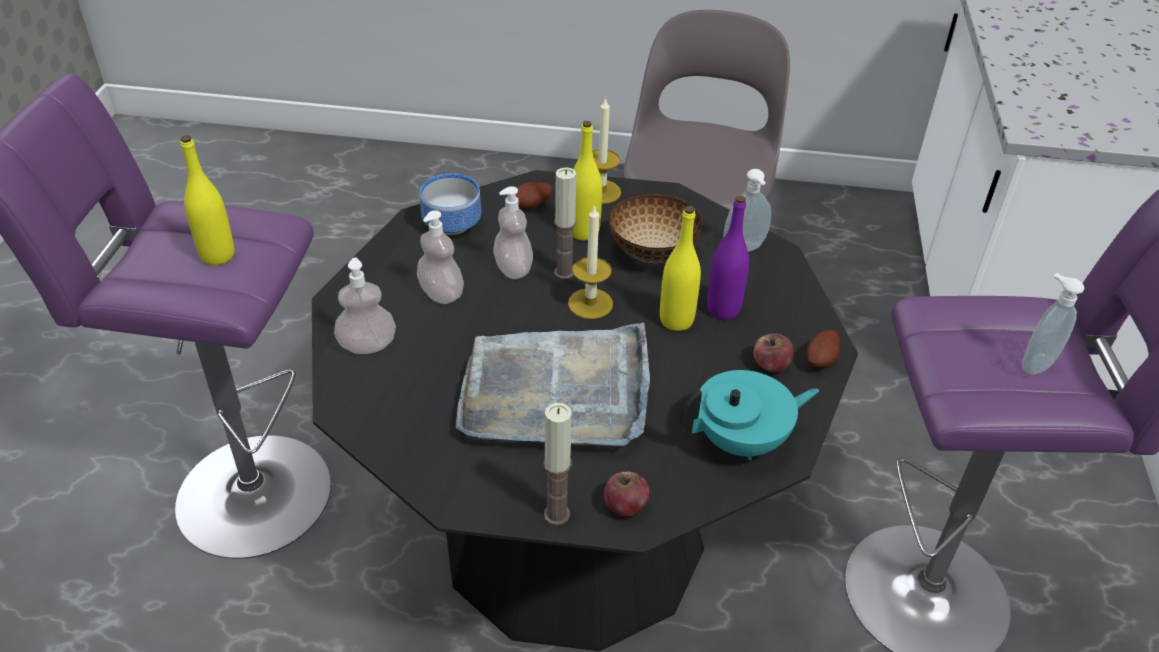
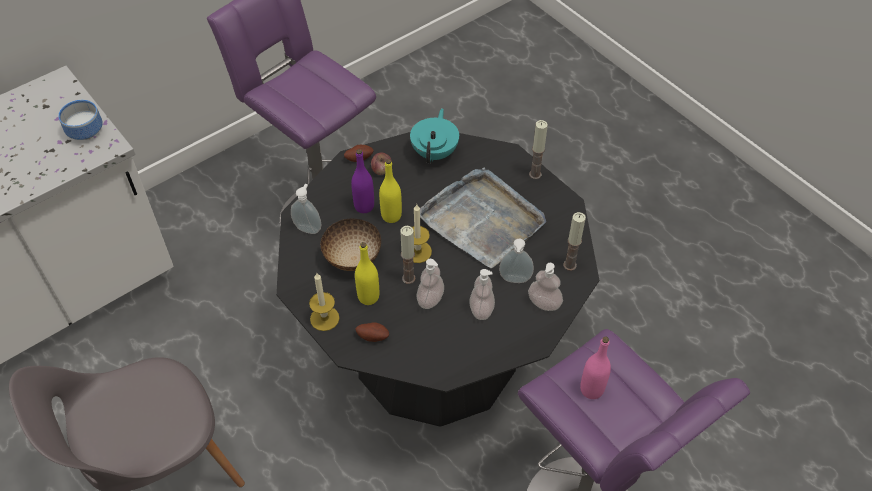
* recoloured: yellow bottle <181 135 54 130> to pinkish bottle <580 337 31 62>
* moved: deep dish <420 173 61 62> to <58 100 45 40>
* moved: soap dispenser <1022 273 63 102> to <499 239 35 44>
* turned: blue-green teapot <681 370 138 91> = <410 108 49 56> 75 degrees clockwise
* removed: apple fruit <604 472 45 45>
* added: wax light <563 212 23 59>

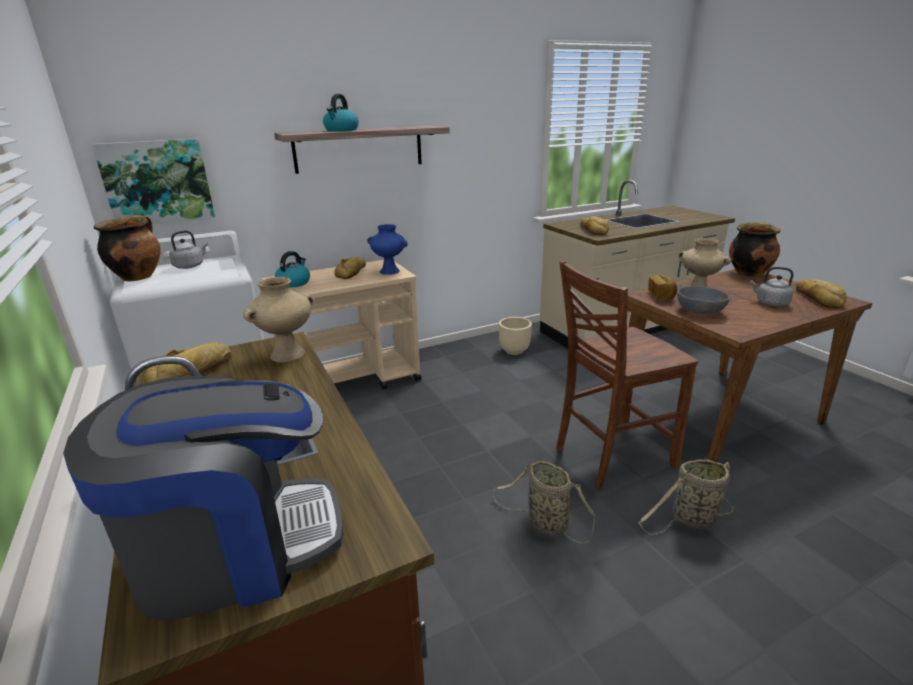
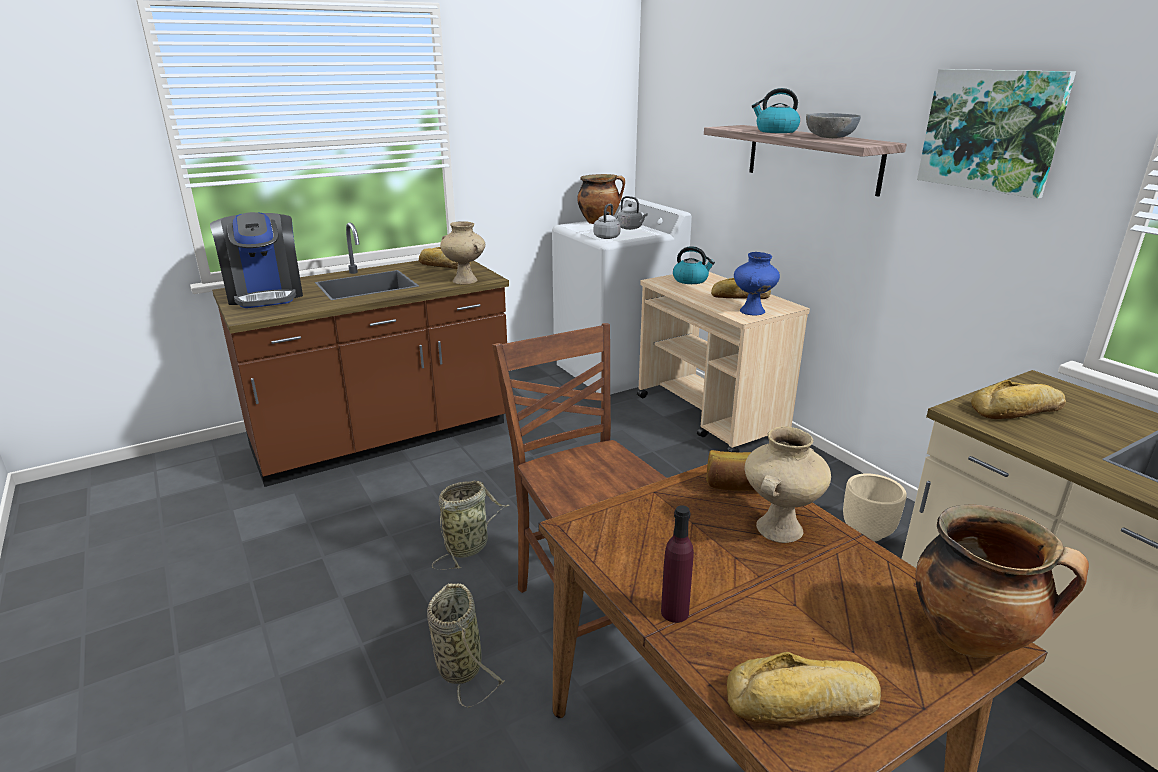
* moved: picture <92 139 123 85> to <917 69 159 130>
* moved: greyish kettle <750 267 44 39> to <594 204 27 35>
* moved: greyish deep dish <677 286 53 28> to <806 113 55 25>
* added: purple bottle <661 505 33 118>

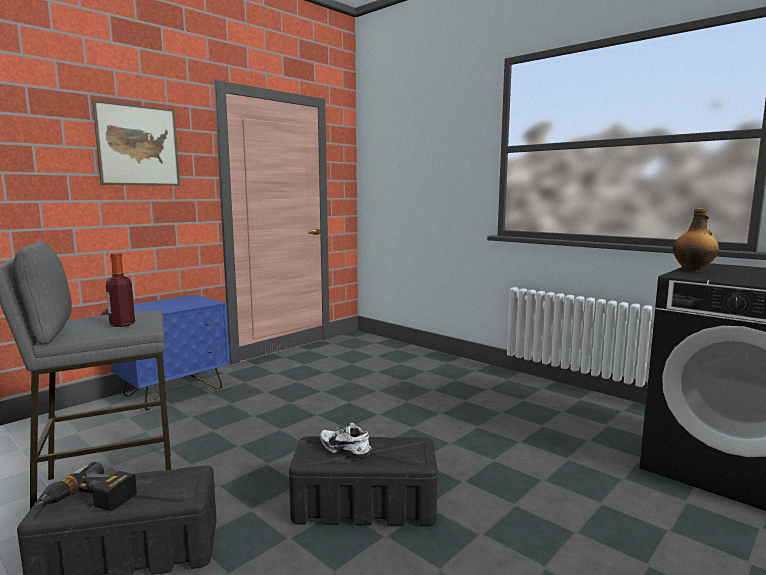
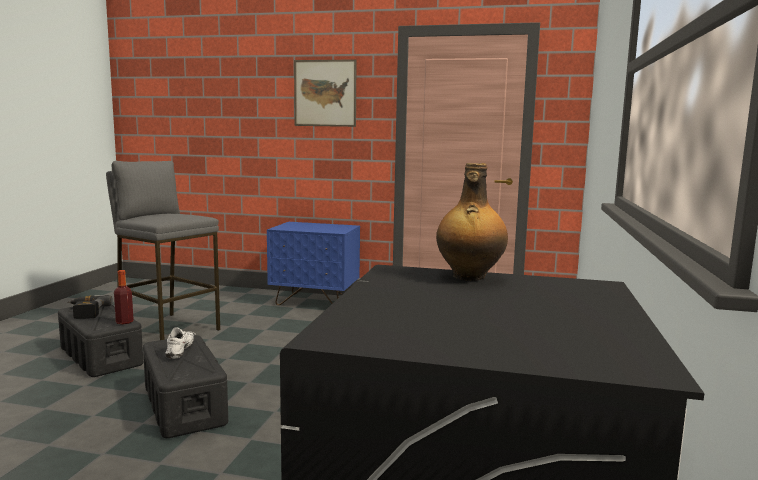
* moved: bottle <106 253 29 74> to <114 270 20 54>

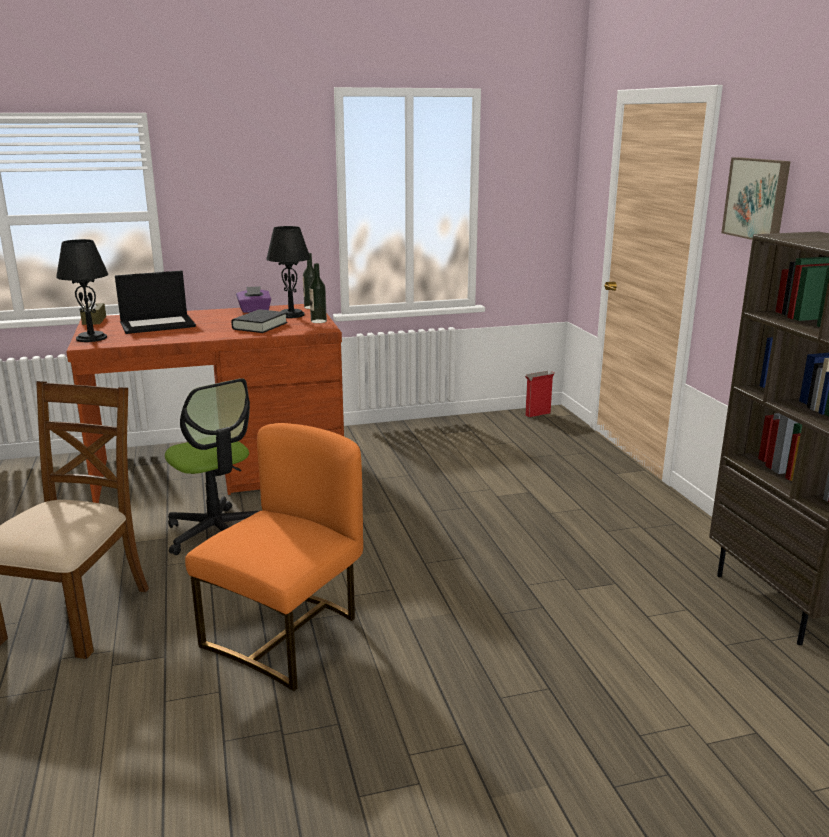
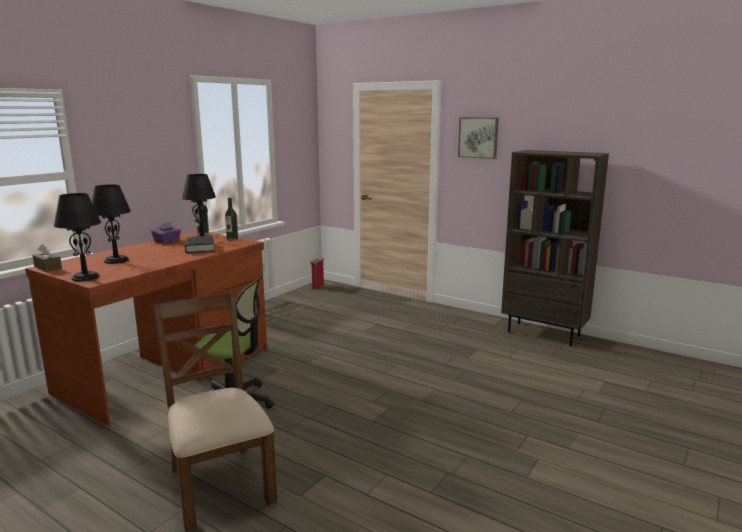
* replaced: laptop <115 270 81 64> to black table lamp <92 184 39 80>
* removed: orange chair <185 423 178 268>

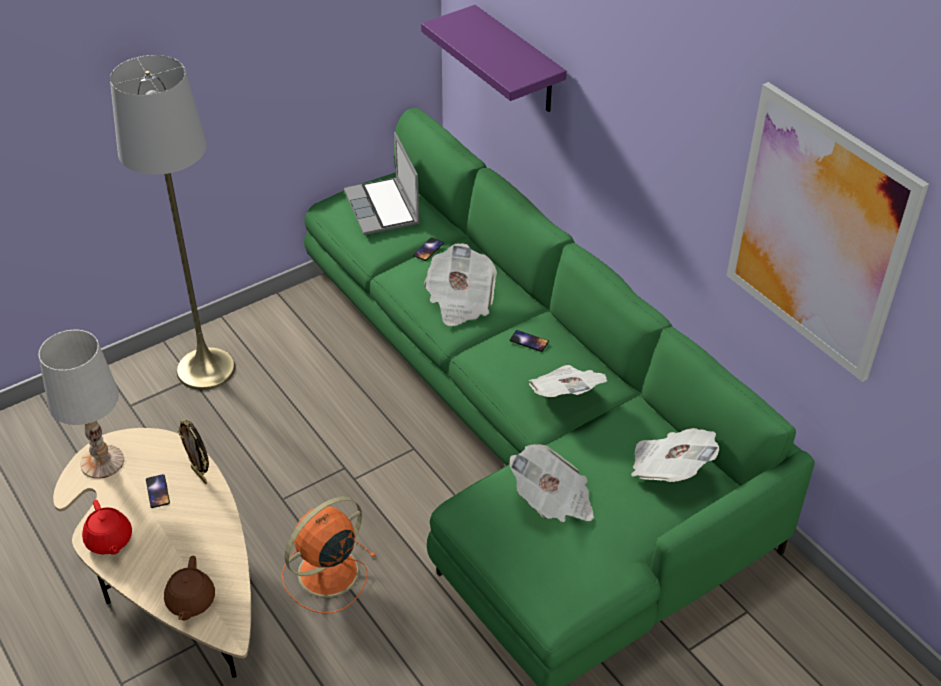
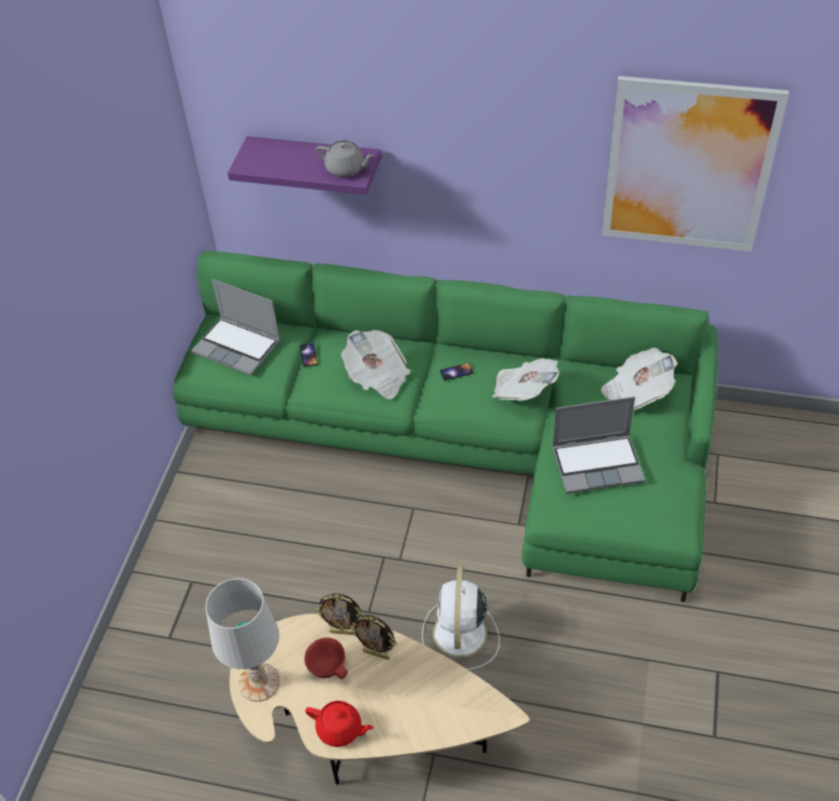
* removed: greyish standing lamp <110 55 125 335>
* replaced: daily paper <509 444 85 78> to laptop <552 397 93 97>
* replaced: phone <146 474 24 34> to red deep dish <304 638 44 41>
* recoloured: orange fan <281 496 95 117> to white fan <422 565 78 105>
* removed: brown-coloured teapot <164 556 51 64>
* added: greyish teapot <316 140 59 37>
* added: photo frame <350 615 47 45>

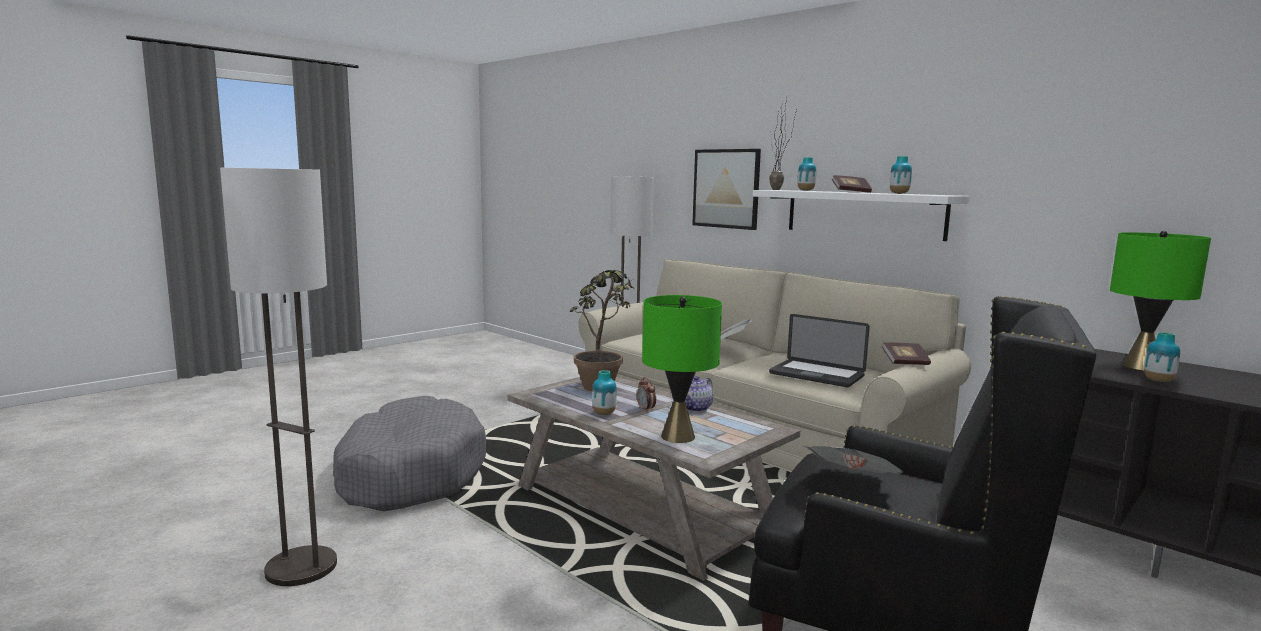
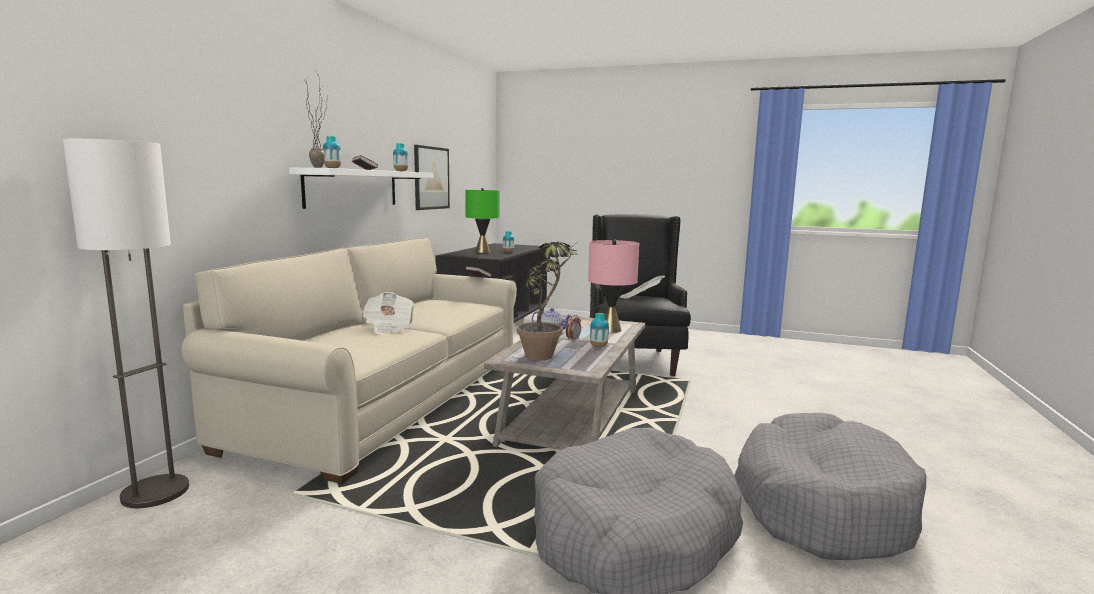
* moved: picture <692 149 69 81> to <414 145 36 65>
* replaced: standing lamp <220 168 117 418> to greyish dog bed <734 413 192 147>
* recoloured: green table lamp <642 295 80 148> to pinkish table lamp <588 239 51 94>
* removed: laptop <769 314 101 73>

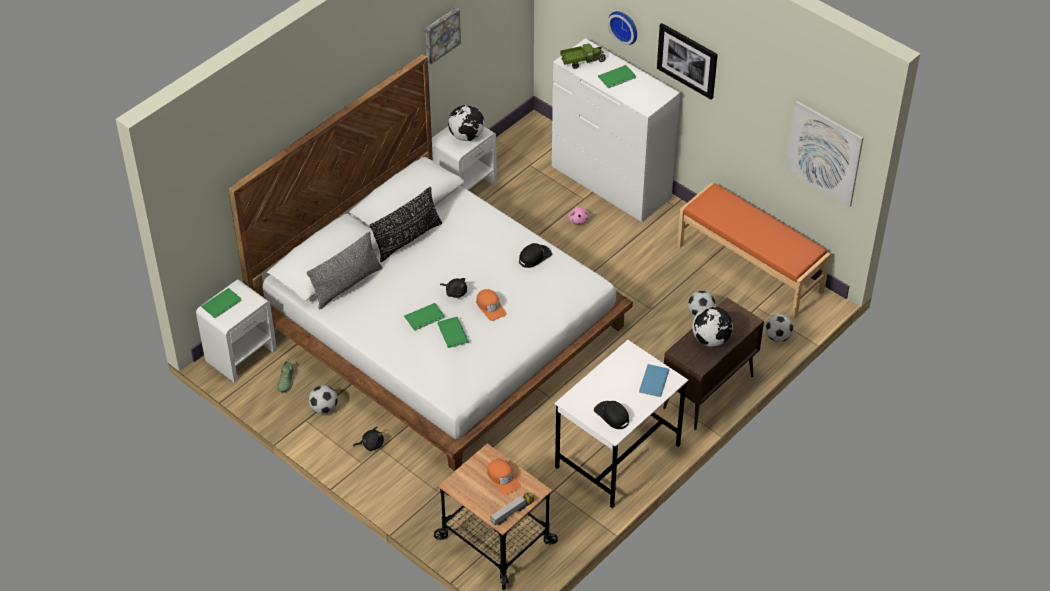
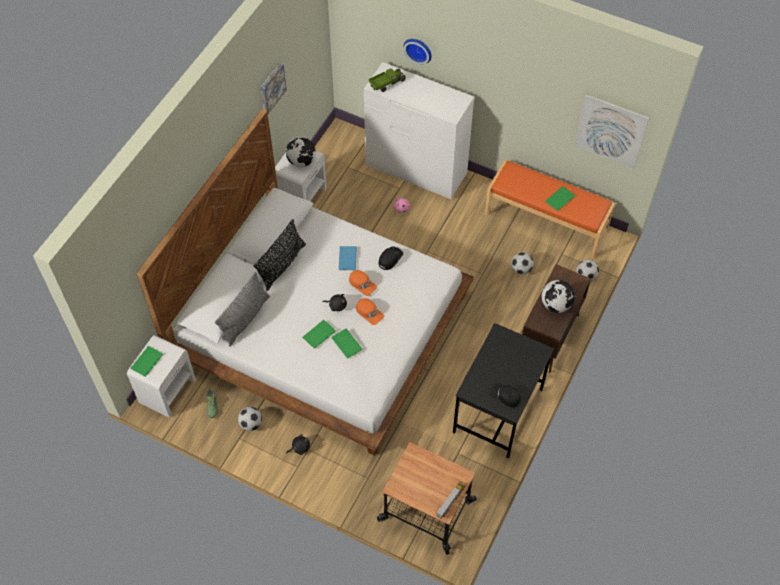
* removed: picture <657 23 61 77>
* moved: green book <598 65 38 23> to <545 186 30 25>
* recoloured: white desk table <554 340 134 168> to black desk table <453 323 101 136>
* moved: blue book <639 364 31 33> to <338 246 19 24>
* moved: orange baseball cap <487 459 34 36> to <349 270 28 26>

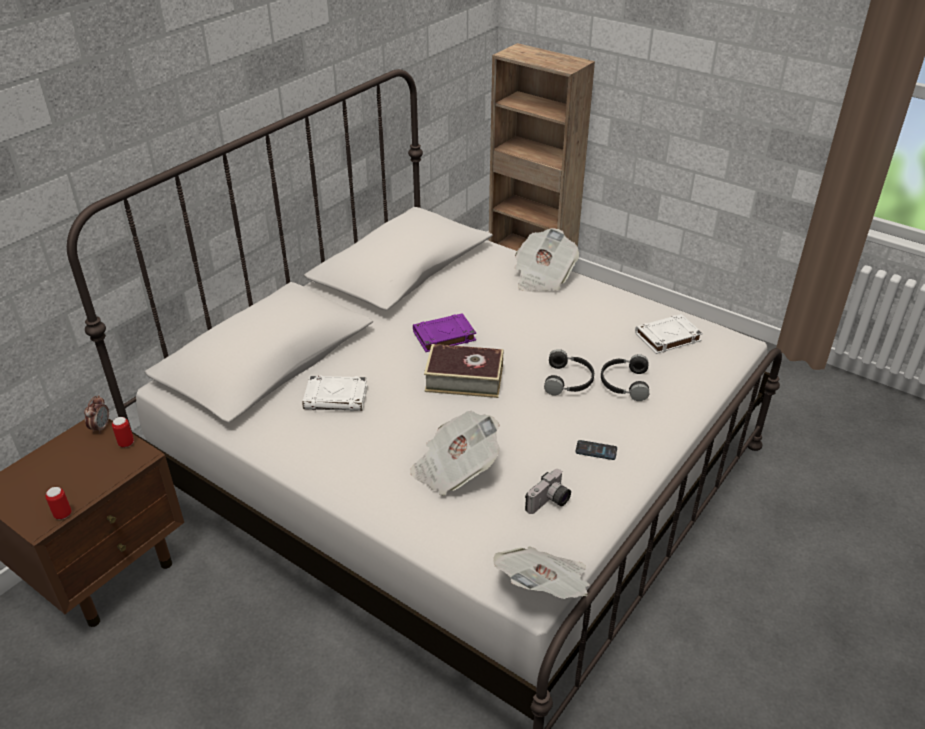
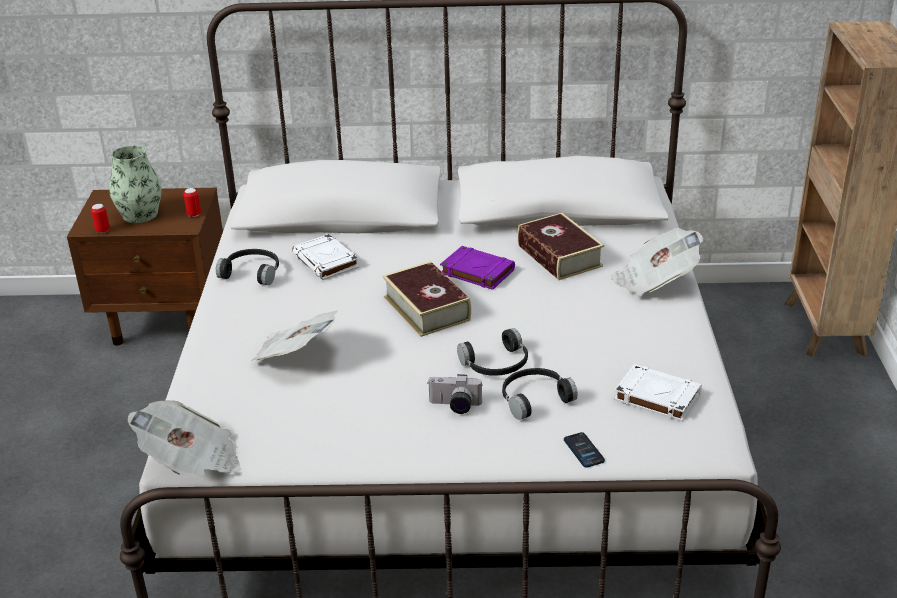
* removed: alarm clock <84 395 25 39>
* moved: phone <576 440 41 20> to <564 432 41 36>
* moved: still camera <525 469 46 45> to <428 374 54 40>
* added: decorative vase <109 145 53 78>
* added: book <517 213 87 67>
* added: black headphones <216 249 63 36>

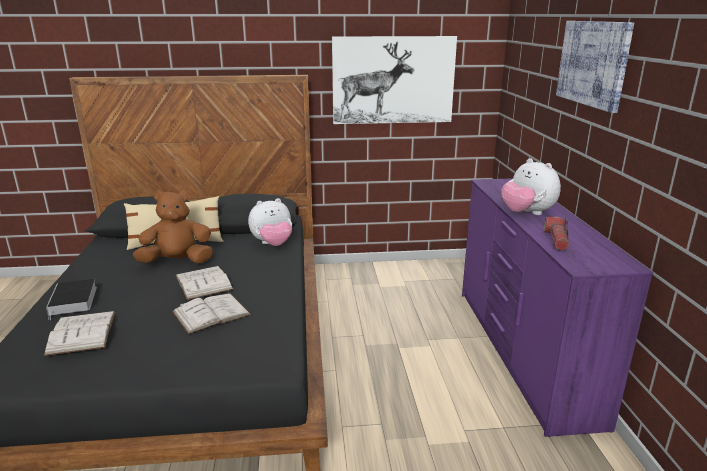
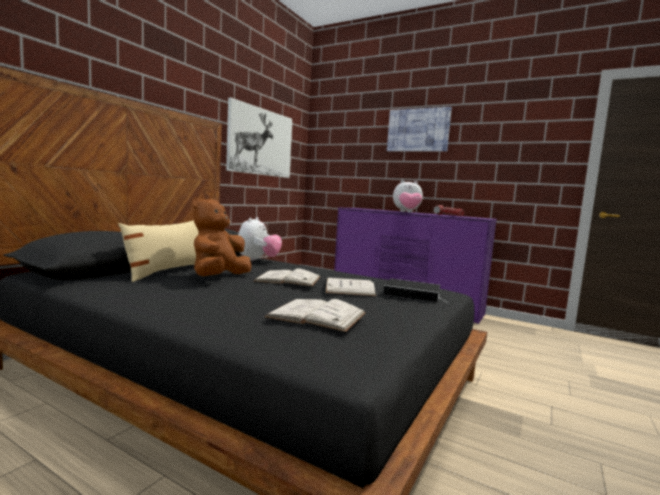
* moved: book <46 279 51 41> to <383 279 66 24>

